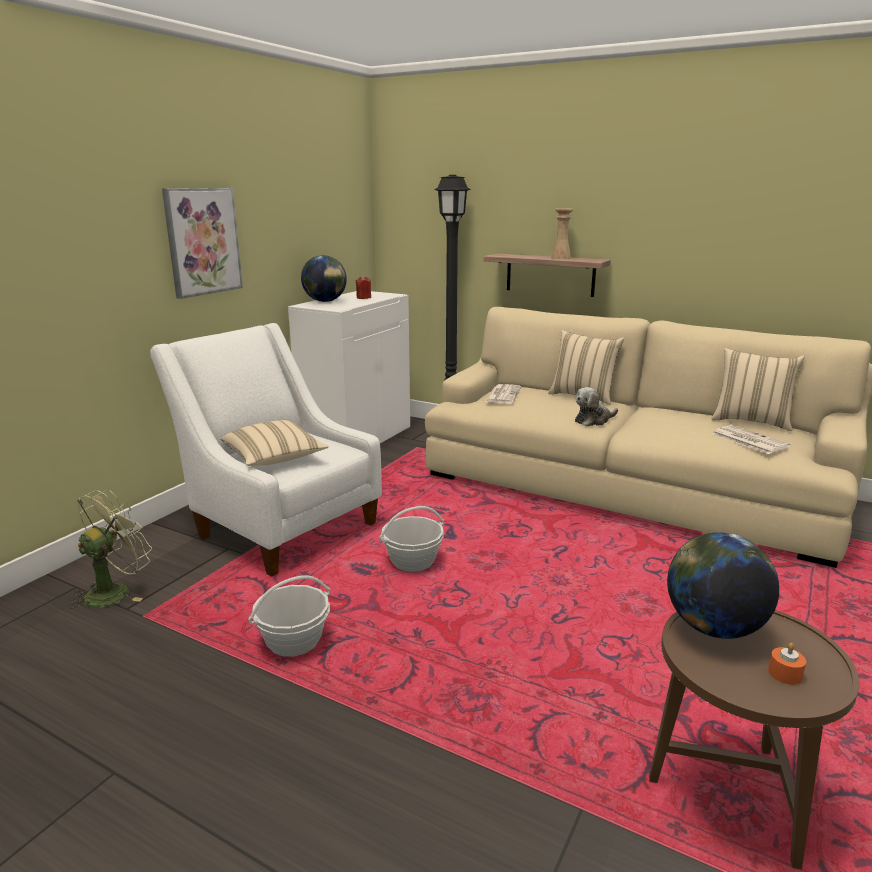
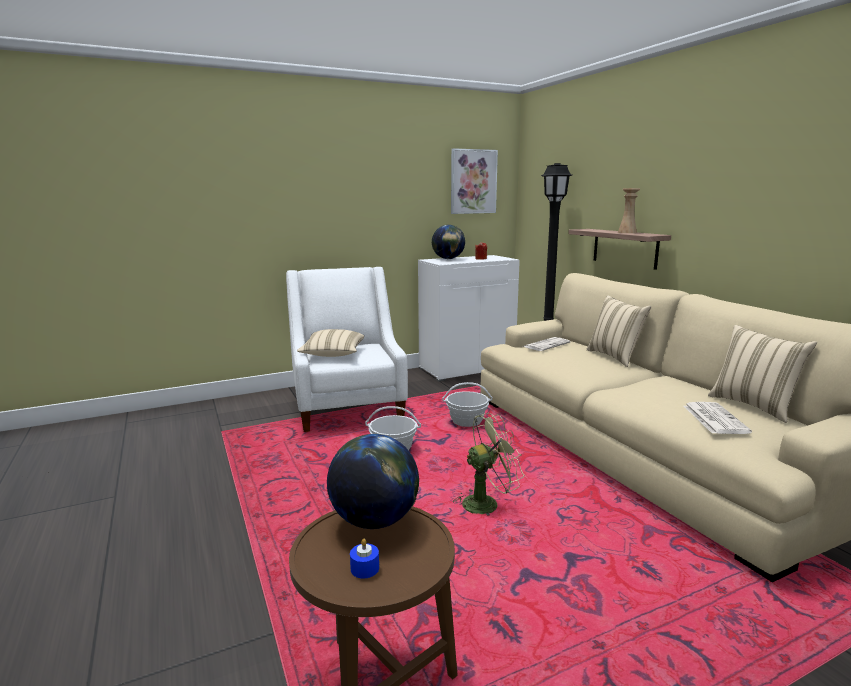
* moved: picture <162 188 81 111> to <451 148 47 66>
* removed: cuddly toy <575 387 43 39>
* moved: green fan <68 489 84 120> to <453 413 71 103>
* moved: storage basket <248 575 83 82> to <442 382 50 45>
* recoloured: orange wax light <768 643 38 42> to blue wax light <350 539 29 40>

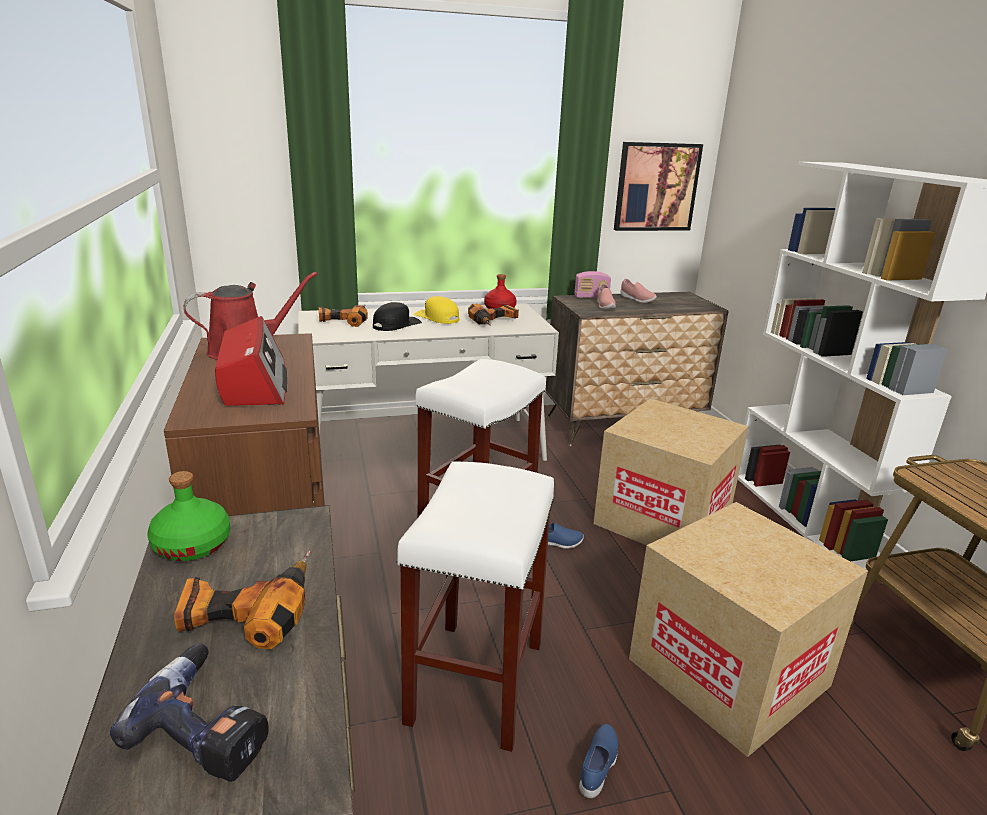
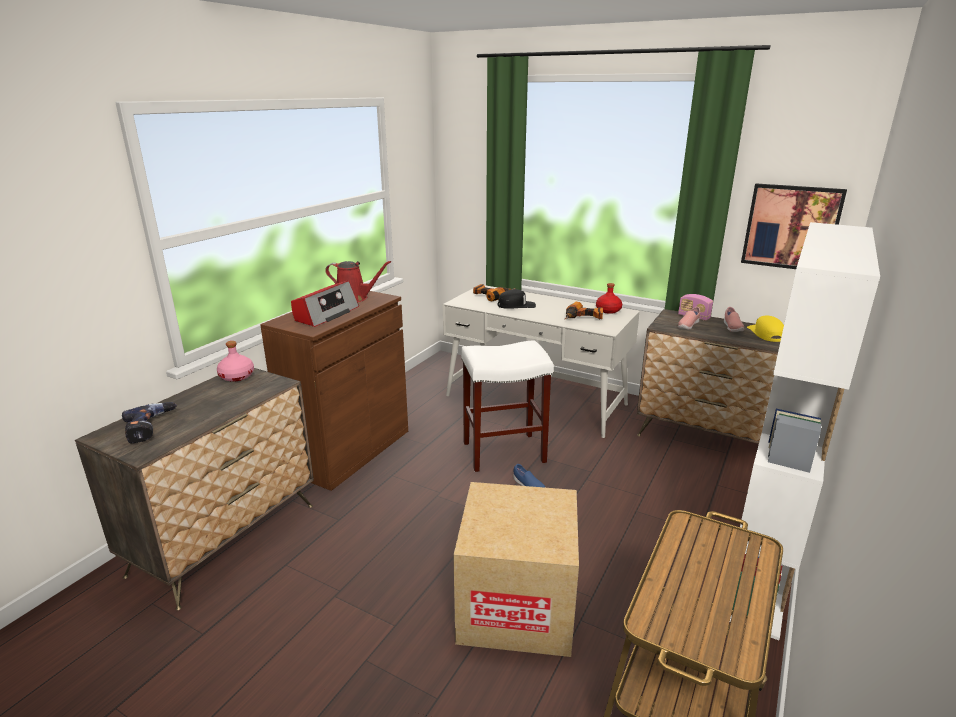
* moved: yellow baseball cap <414 296 45 28> to <747 315 37 27>
* removed: carton <593 398 156 147>
* removed: white sitting stool <397 461 157 291>
* recoloured: green bottle <147 471 84 90> to pinkish bottle <217 341 37 41>
* removed: electric drill <174 551 136 98>
* removed: blue shoe <579 724 39 74>

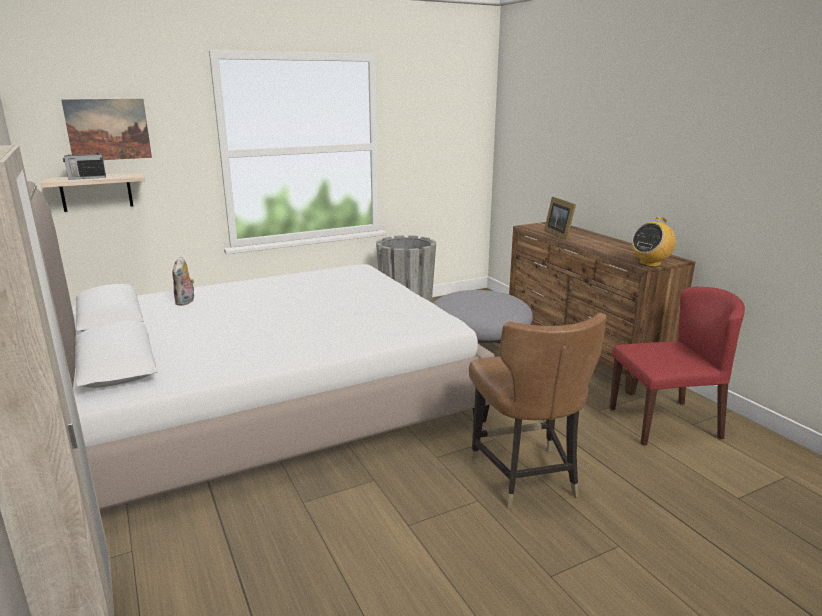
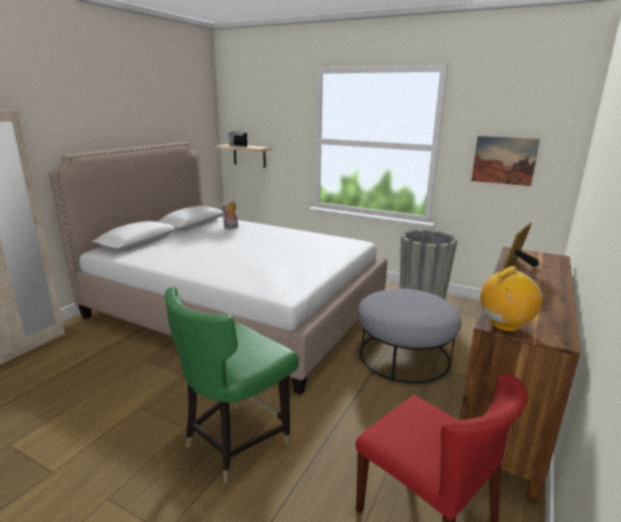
* moved: picture <61 99 91 61> to <471 136 69 50>
* turned: radio <632 217 44 50> = <480 266 63 66> 135 degrees clockwise
* recoloured: brown-coloured chair <469 313 137 195> to green chair <165 287 134 197>

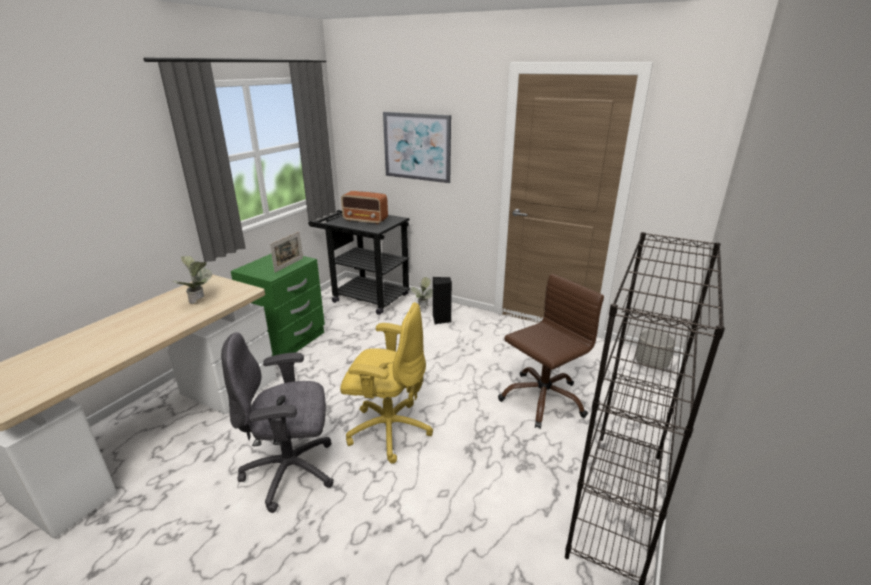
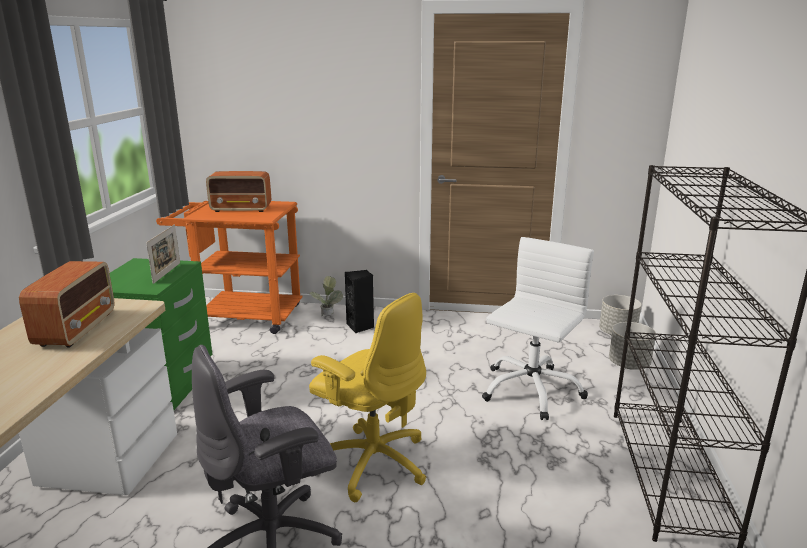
* removed: picture <383 112 68 71>
* recoloured: black cart <308 210 102 105> to orange cart <156 201 147 133>
* replaced: plant in a pot <172 256 40 48> to radio <19 261 96 86>
* recoloured: brown-coloured computer chair <498 273 106 156> to white computer chair <482 237 112 183>
* turned: yellow computer chair <340 302 93 162> = <309 293 118 209> 45 degrees clockwise
* added: greyish planter <609 322 47 47>

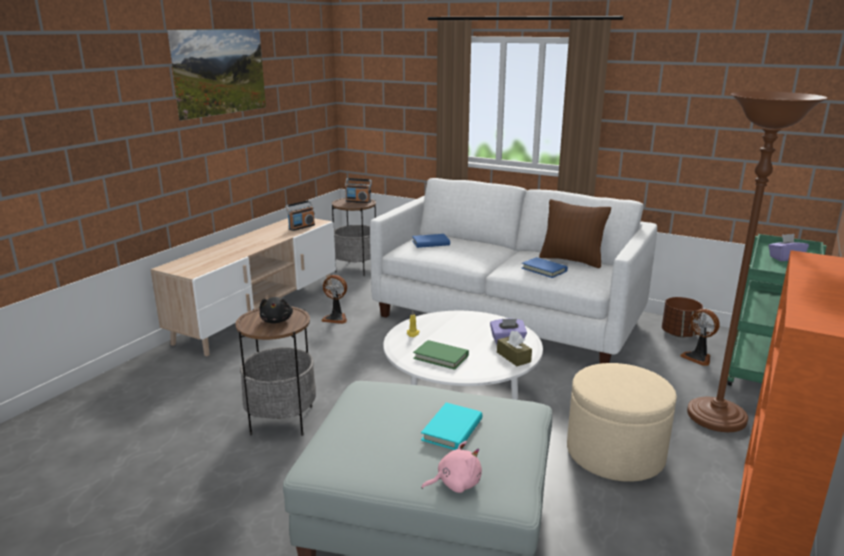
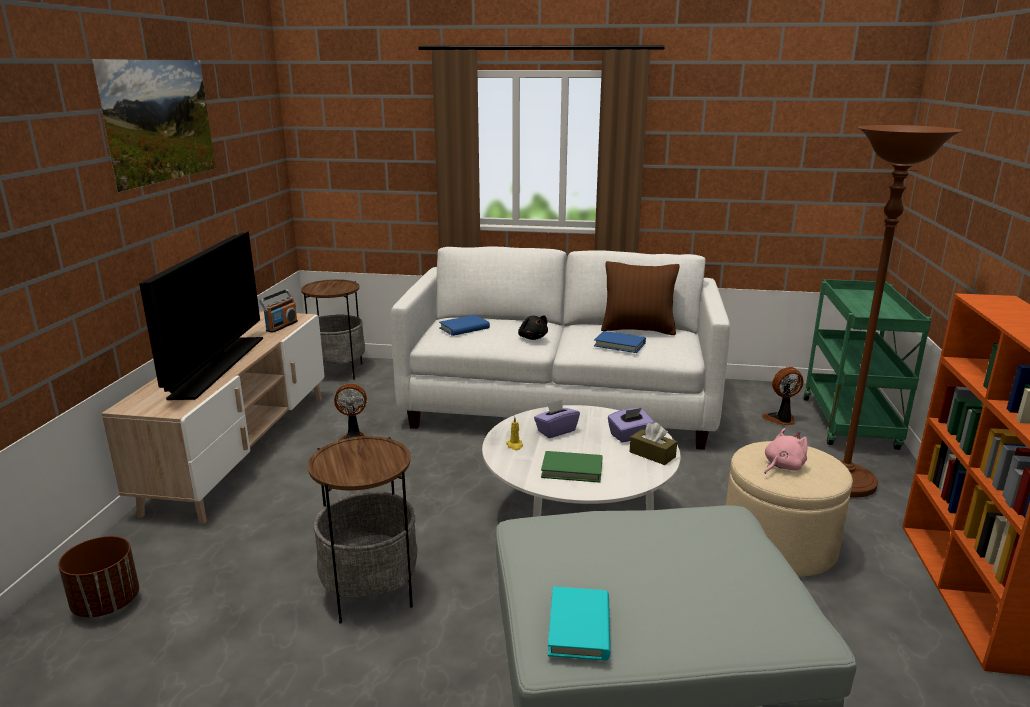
* removed: radio <345 178 27 25>
* moved: purple box of tissues <768 234 41 27> to <534 400 46 38>
* moved: black cuddly toy <259 297 34 27> to <518 315 30 25>
* moved: brown-coloured planter <662 297 41 41> to <58 536 81 81>
* turned: fan <680 309 40 57> = <762 367 41 59> 135 degrees clockwise
* moved: blue-green book <421 403 62 47> to <548 587 62 73>
* moved: pinkish cuddly toy <421 441 61 52> to <764 428 43 46>
* added: TV set <139 231 124 169>

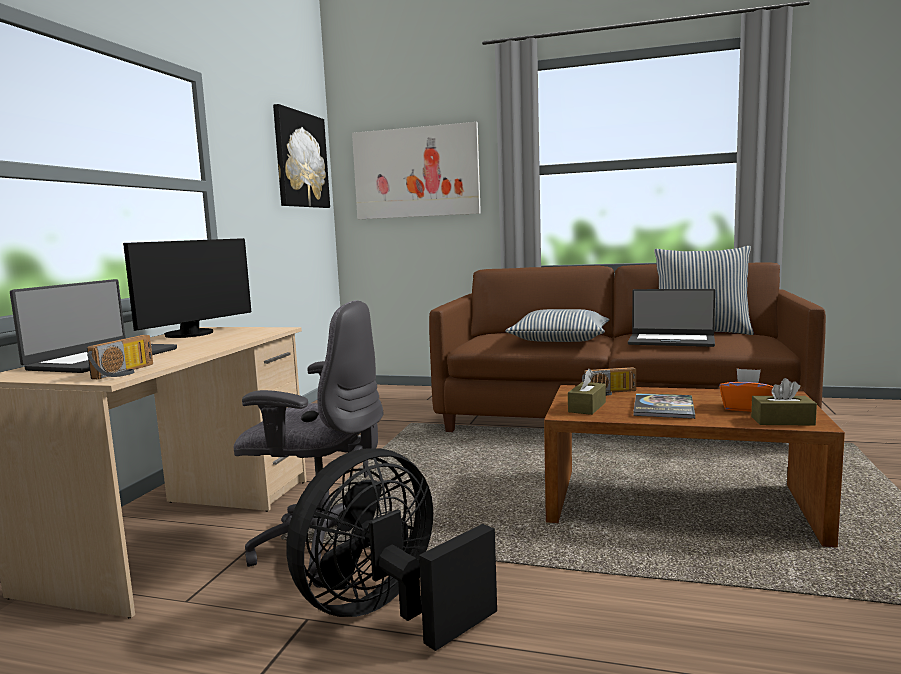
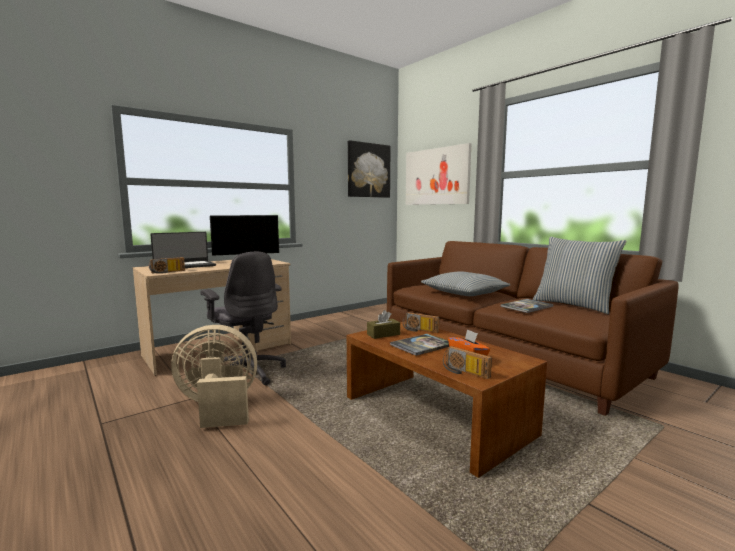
* replaced: laptop <628 289 87 58> to book <500 299 54 14>
* replaced: brown-coloured box of tissues <751 378 66 48> to radio <443 346 49 33>
* recoloured: black fan <286 448 211 203> to beige-coloured fan <171 325 86 103>

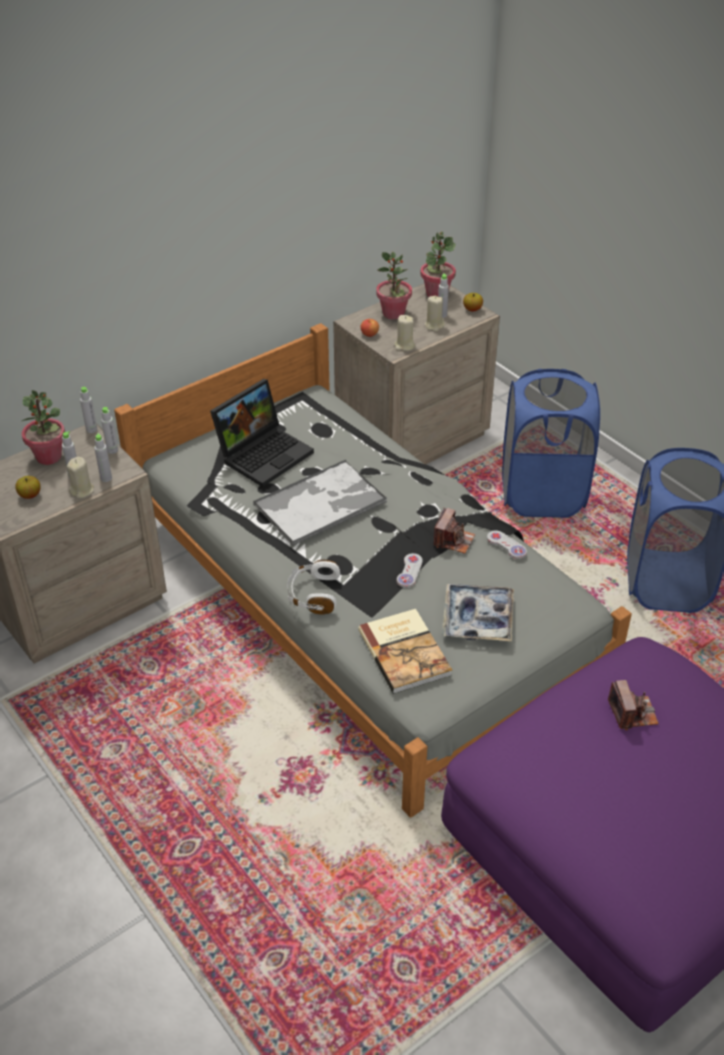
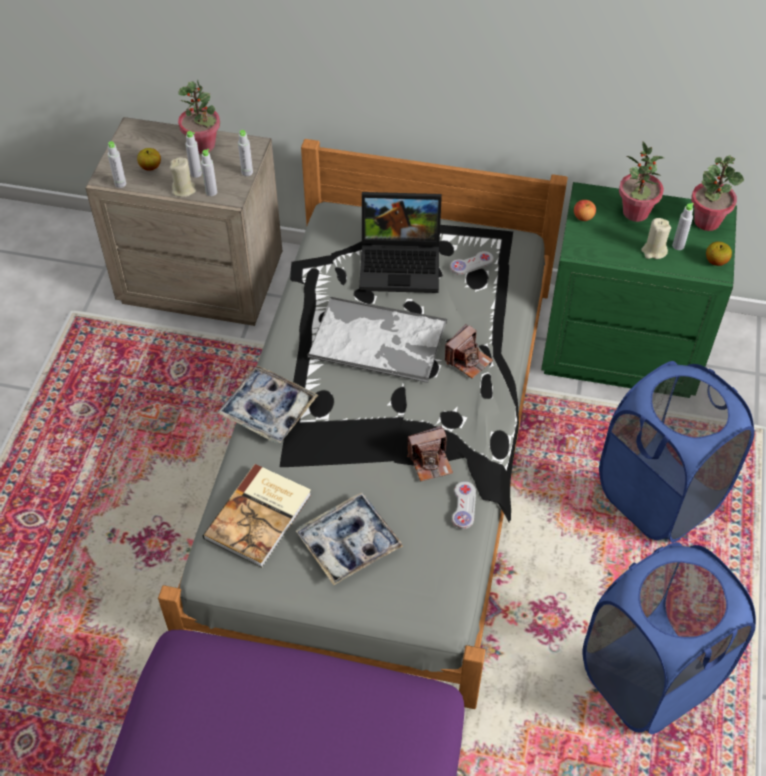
* recoloured: beige-coloured bedside table <333 283 167 181> to green bedside table <541 182 196 206>
* removed: beige-coloured wax light <394 315 21 36>
* moved: greyish bottle <80 387 17 46> to <108 141 18 47>
* moved: white gamepad <397 553 25 35> to <450 251 44 24>
* replaced: white headphones <287 560 53 55> to serving tray <217 365 101 78>
* moved: still camera <608 680 51 51> to <445 324 48 55>

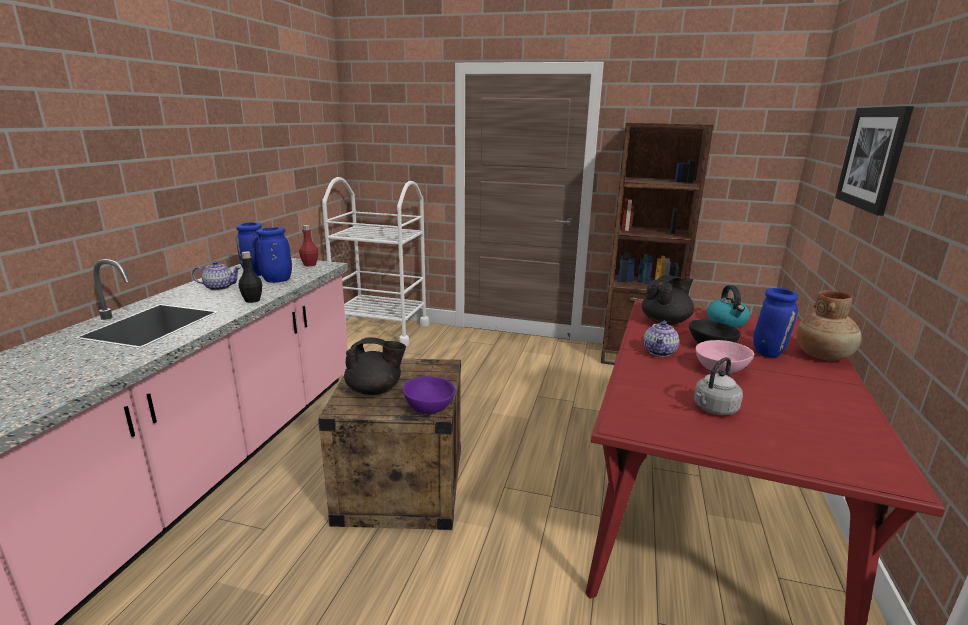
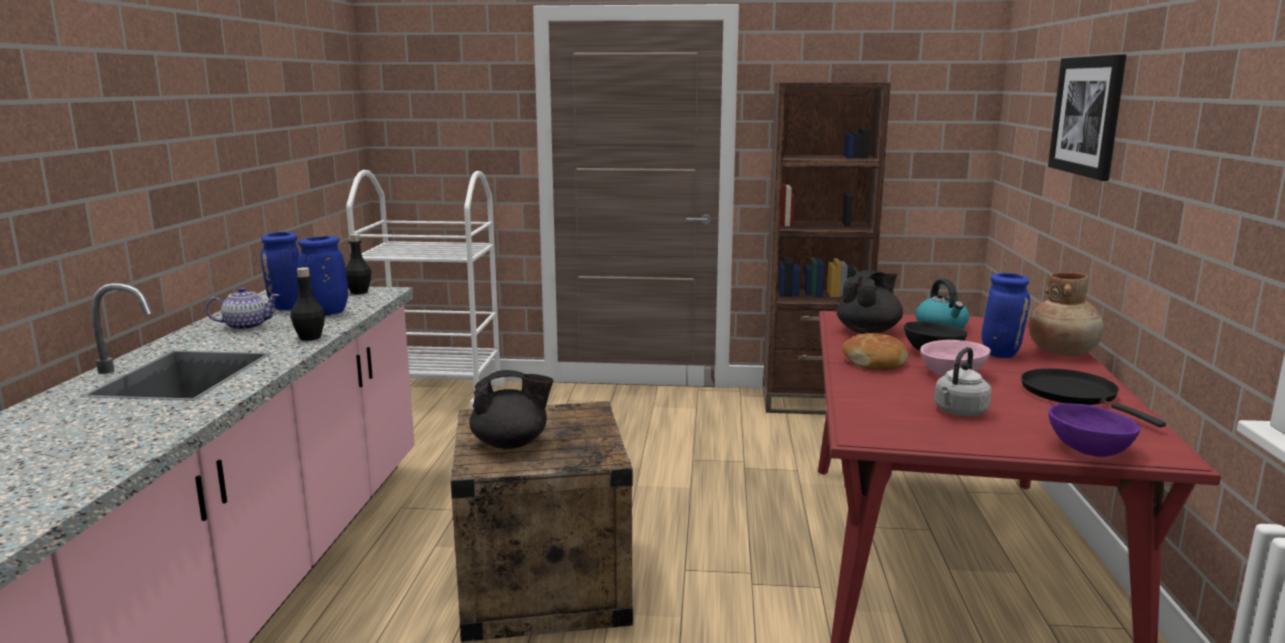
* recoloured: red bottle <299 225 19 41> to black bottle <346 234 25 60>
* replaced: teapot <644 321 35 36> to baked bread <843 333 65 37>
* moved: purple deep dish <403 376 53 38> to <1048 403 92 54>
* added: black skillet <1021 368 145 59>

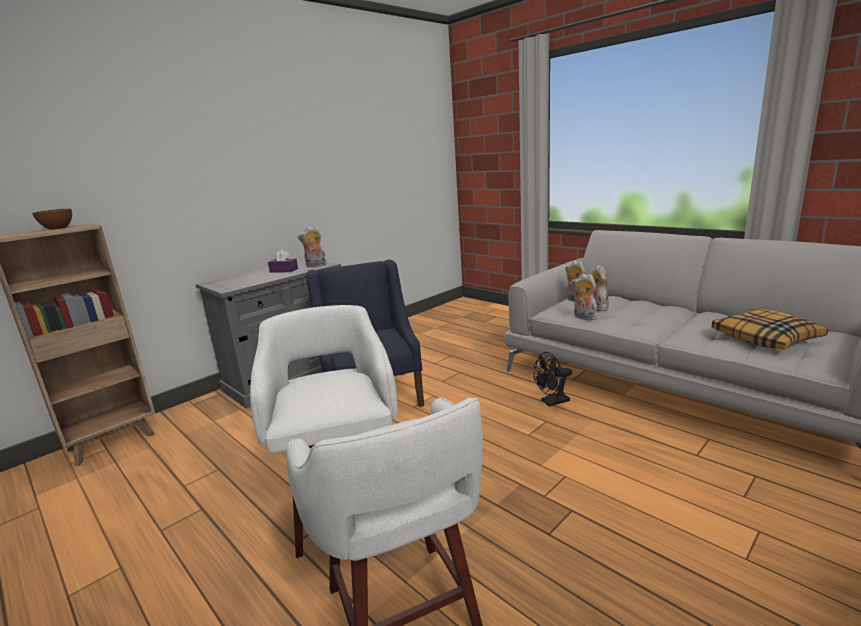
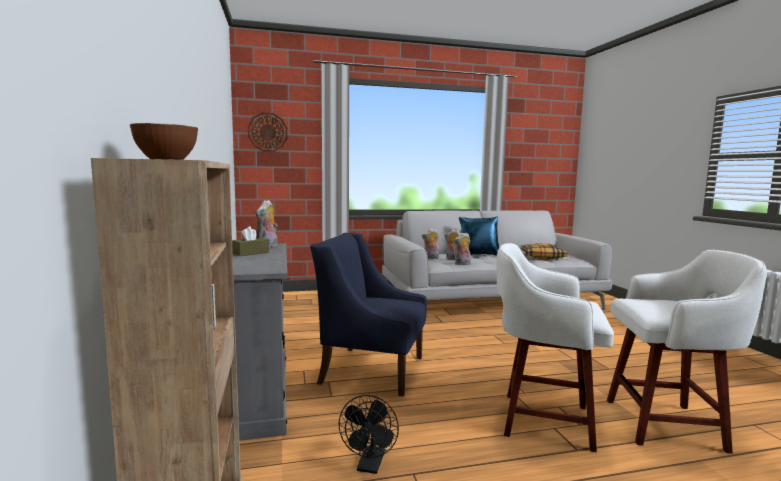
* recoloured: purple box of tissues <268 250 30 23> to brown-coloured box of tissues <232 226 37 30>
* moved: black fan <533 352 39 54> to <339 395 60 79>
* added: hanging clock <248 112 40 40>
* added: blue pillow <459 217 40 39>

